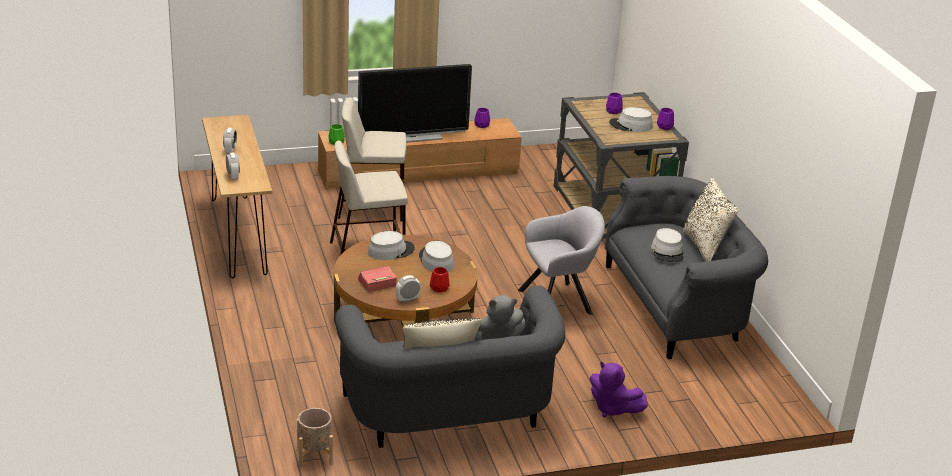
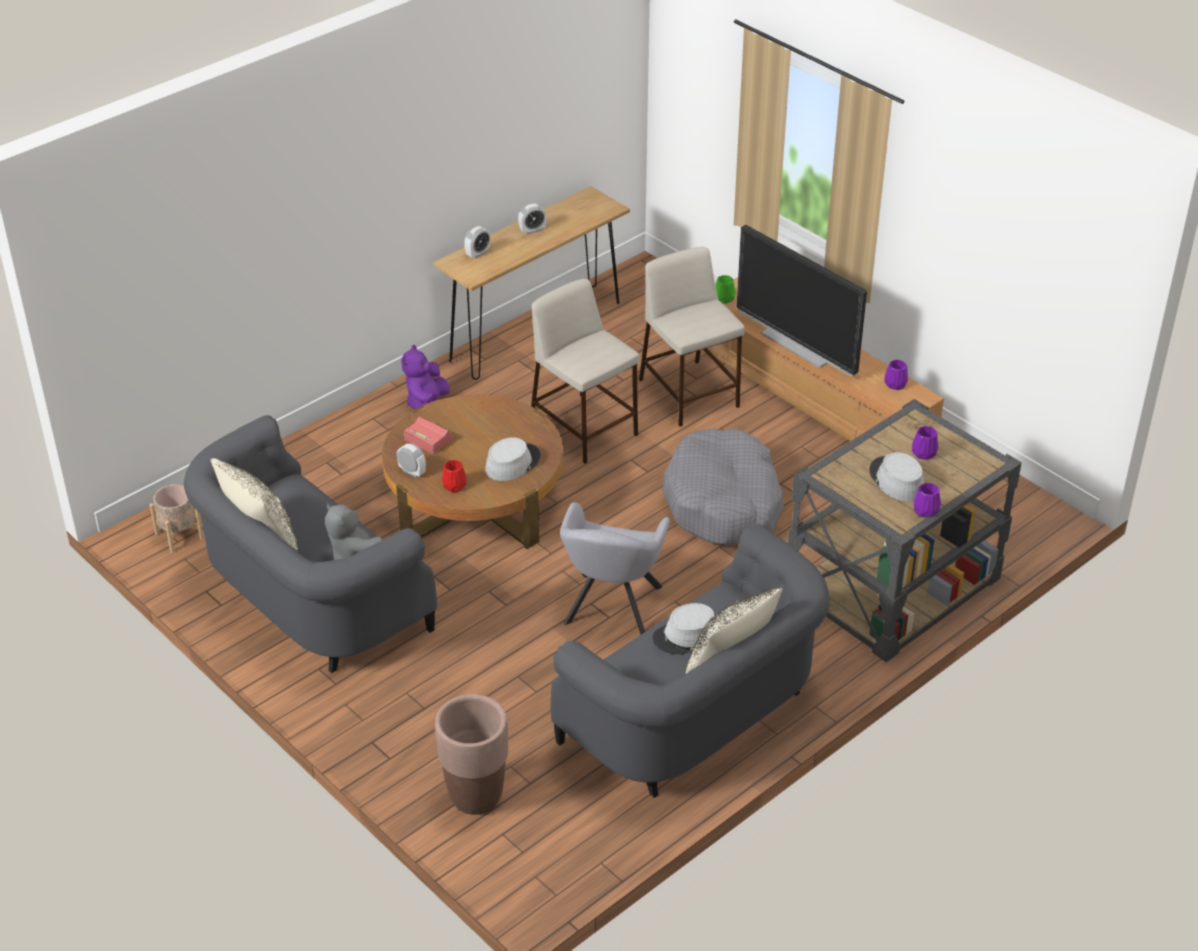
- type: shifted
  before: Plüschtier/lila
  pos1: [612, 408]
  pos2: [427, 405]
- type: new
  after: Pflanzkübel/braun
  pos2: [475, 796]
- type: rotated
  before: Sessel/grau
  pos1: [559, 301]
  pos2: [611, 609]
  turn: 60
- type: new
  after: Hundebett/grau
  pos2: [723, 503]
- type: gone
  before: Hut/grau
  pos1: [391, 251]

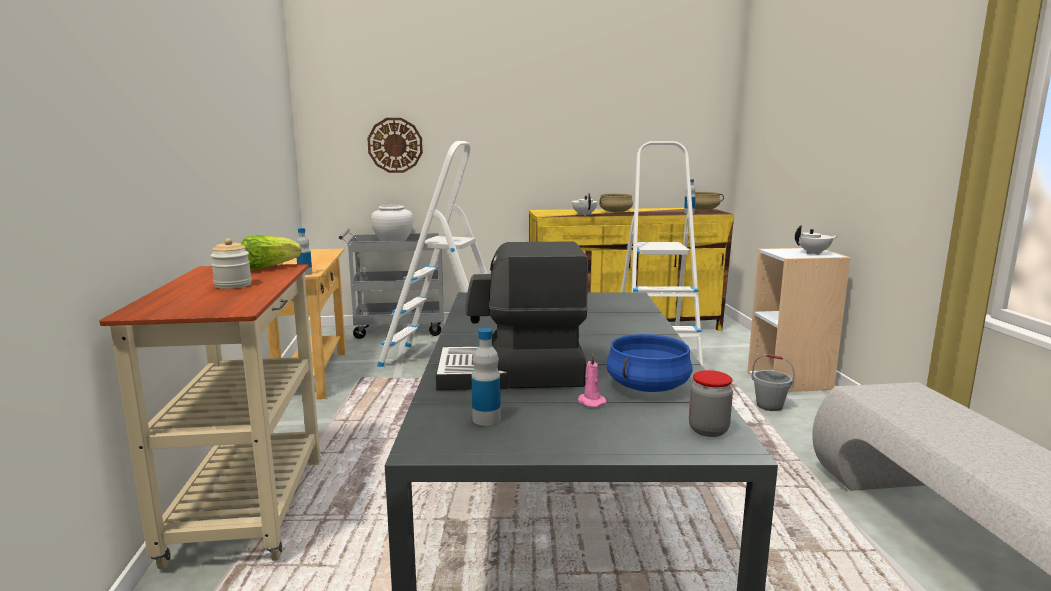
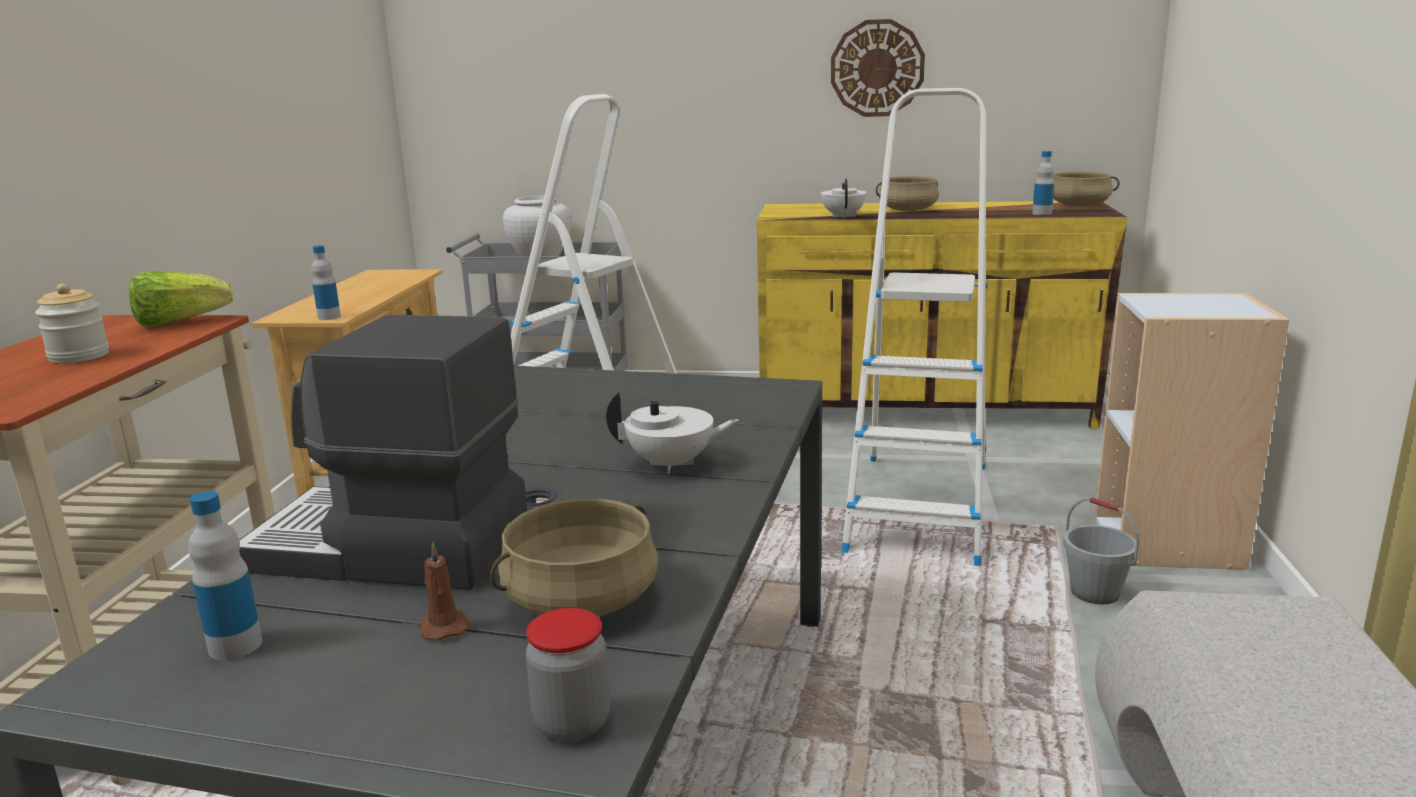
- type: repainted
  before: Kerze/rosa
  after: Kerze/braun
  pos1: [590, 402]
  pos2: [443, 627]
- type: repainted
  before: Kochtopf/blau
  after: Kochtopf/beige
  pos1: [647, 386]
  pos2: [581, 600]
- type: shifted
  before: Teekanne/weiß
  pos1: [814, 253]
  pos2: [672, 465]
- type: shifted
  before: Wanduhr
  pos1: [395, 145]
  pos2: [877, 68]

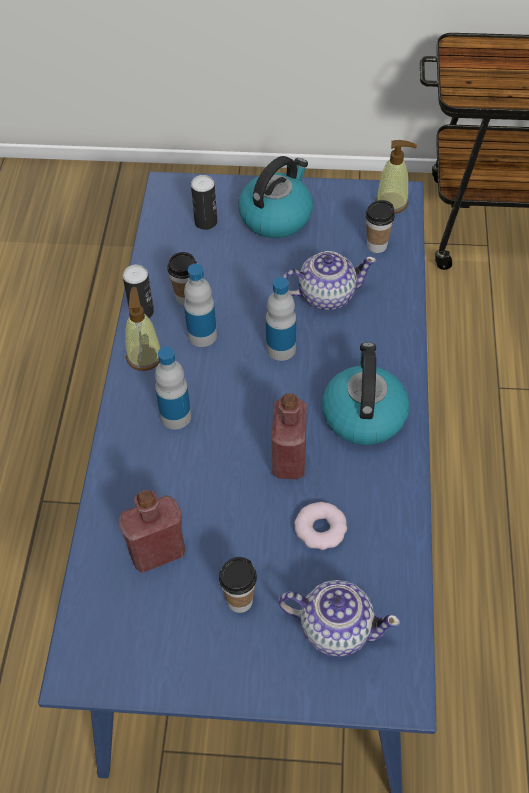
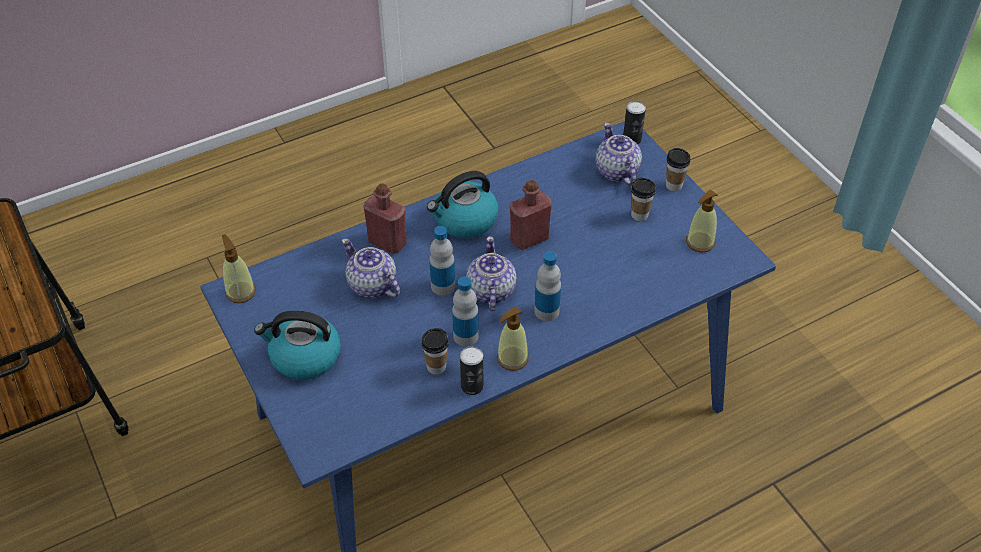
- type: shifted
  before: Flasche/rot
  pos1: [157, 552]
  pos2: [387, 242]
- type: new
  after: Teekanne
  pos2: [490, 291]
- type: shifted
  before: Dose
  pos1: [206, 222]
  pos2: [632, 139]
- type: shifted
  before: Tasse
  pos1: [377, 246]
  pos2: [674, 185]
- type: new
  after: Seifenspender
  pos2: [700, 242]
- type: gone
  before: Donut
  pos1: [321, 529]

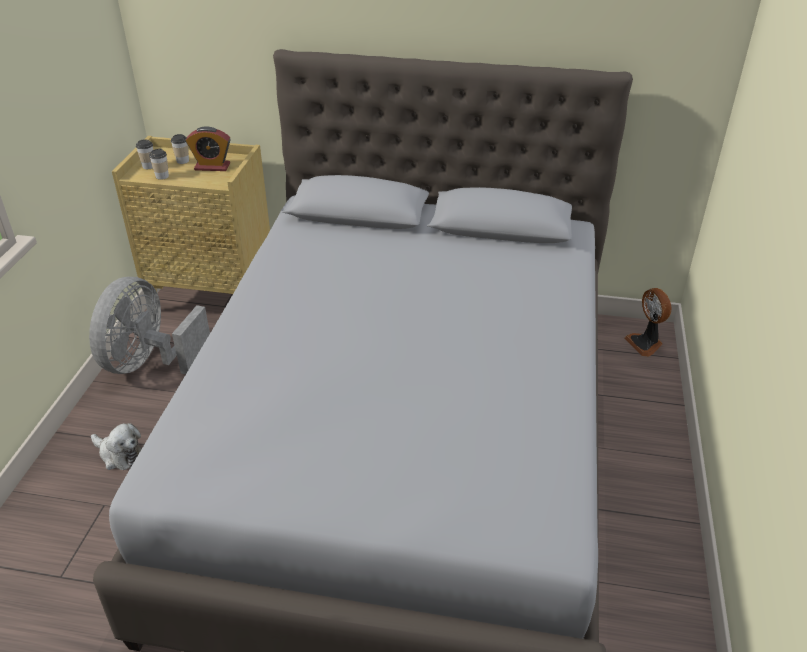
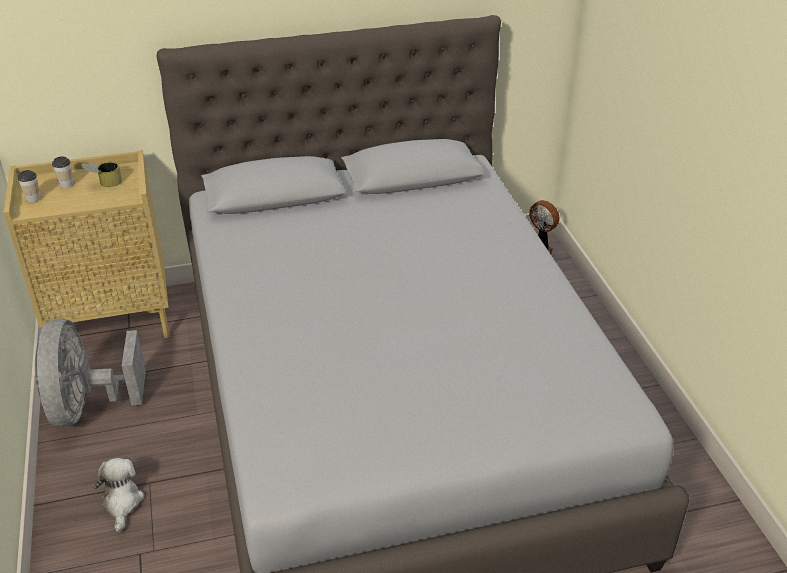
- type: swapped
  before: Wecker
  after: Dose
  pos1: [212, 167]
  pos2: [104, 183]
- type: rotated
  before: Plüschtier
  pos1: [120, 455]
  pos2: [121, 502]
  turn: -105
- type: gone
  before: Tasse
  pos1: [162, 176]

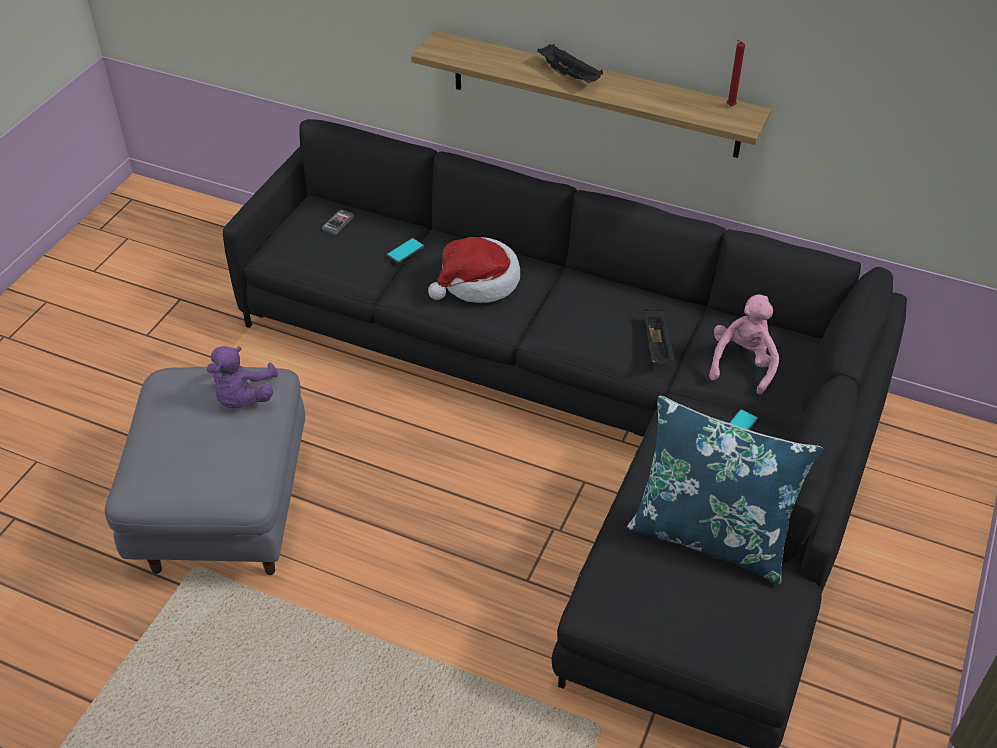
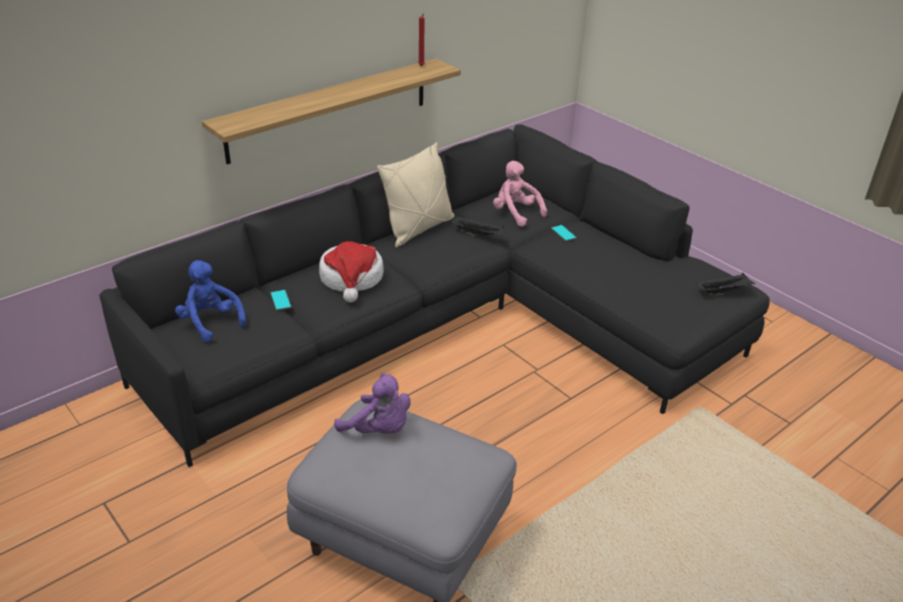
- type: swapped
  before: Handy
  after: Plüschtier/blau
  pos1: [338, 223]
  pos2: [210, 322]
- type: new
  after: Kissen/beige
  pos2: [418, 229]
- type: shifted
  before: Tablett/schwarz
  pos1: [570, 75]
  pos2: [723, 291]
- type: gone
  before: Kissen/blau
  pos1: [710, 536]

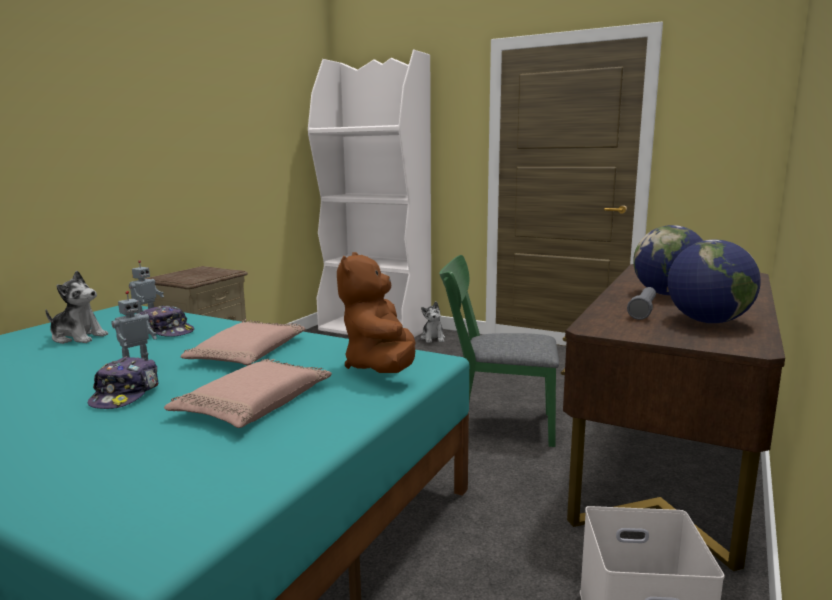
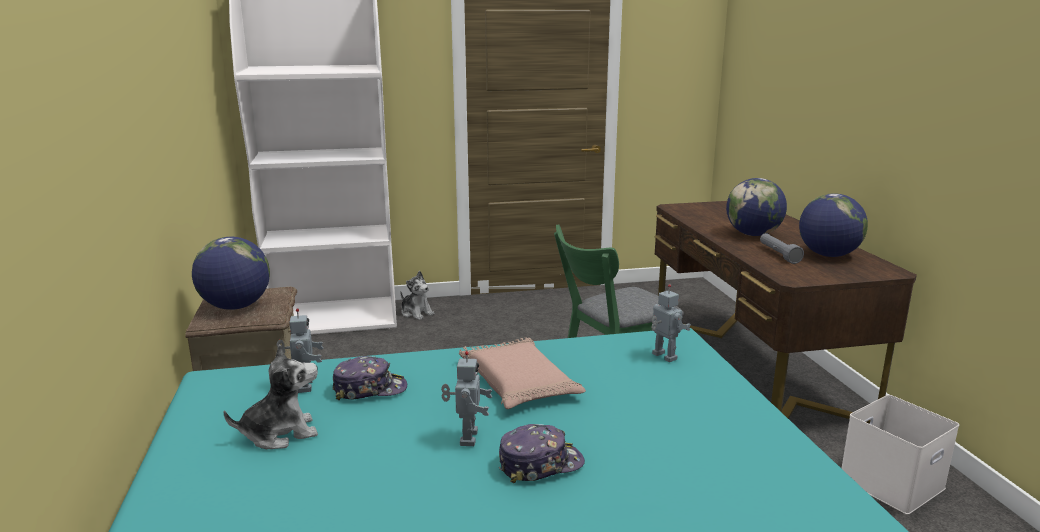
- type: new
  after: Globus
  pos2: [236, 307]
- type: rotated
  before: Kappe
  pos1: [126, 394]
  pos2: [540, 464]
  turn: -75
- type: swapped
  before: Plüschtier/braun
  after: Spielzeugroboter
  pos1: [381, 367]
  pos2: [663, 357]
- type: gone
  before: Kissen/beige
  pos1: [255, 401]

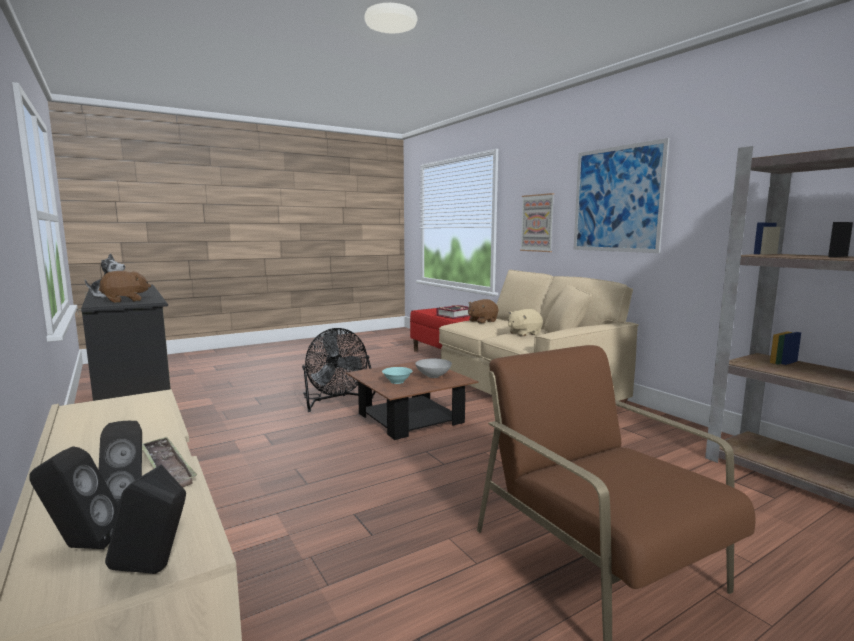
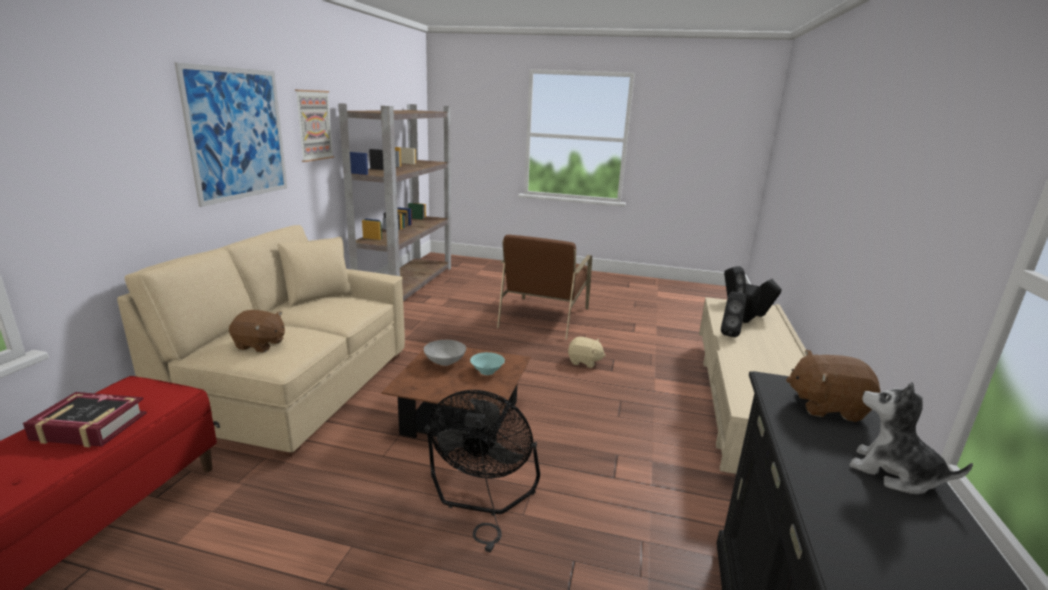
- type: shifted
  before: Bild
  pos1: [537, 223]
  pos2: [314, 125]
- type: shifted
  before: Plüschtier/beige
  pos1: [524, 333]
  pos2: [584, 362]
- type: swapped
  before: Tablett
  after: Lautsprecher/schwarz
  pos1: [167, 468]
  pos2: [730, 333]

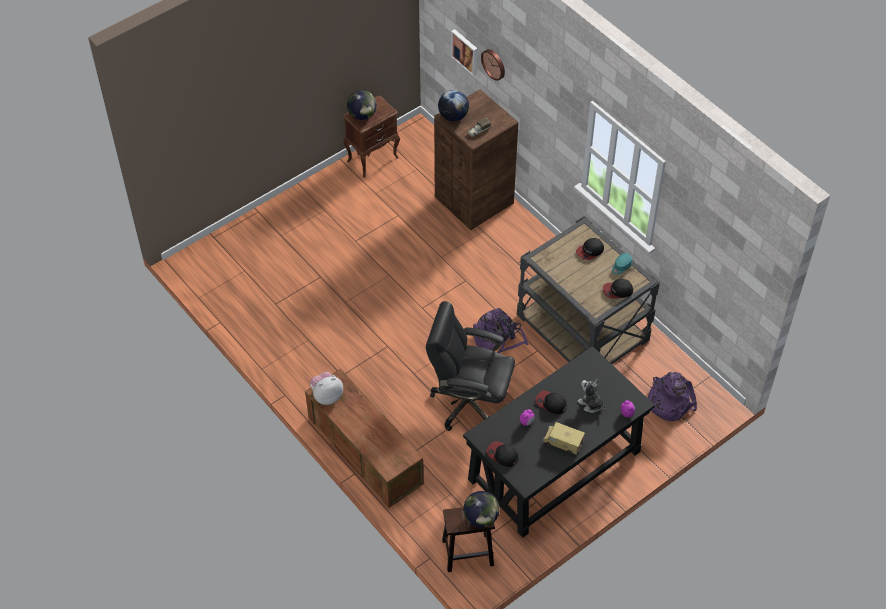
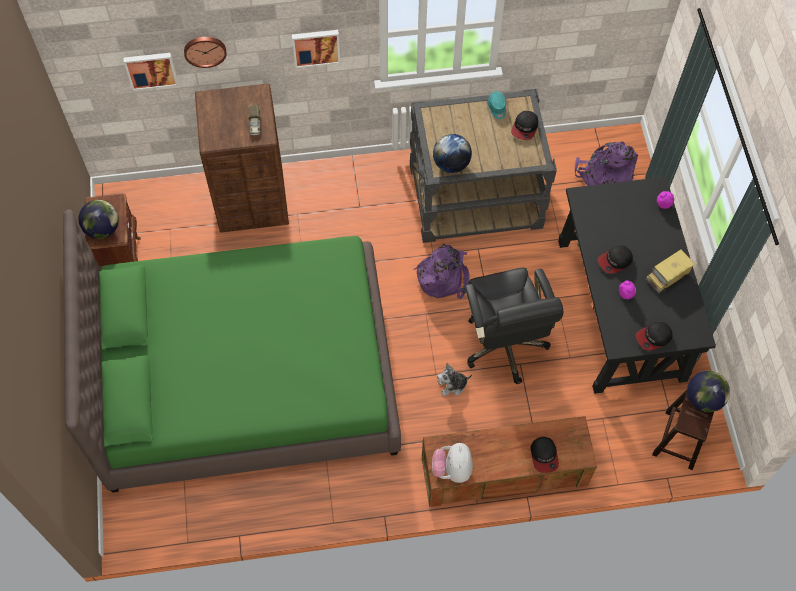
- type: new
  after: Bett/grün
  pos2: [246, 376]
- type: new
  after: Bild
  pos2: [316, 47]
- type: shifted
  before: Globus
  pos1: [453, 116]
  pos2: [451, 164]
- type: shifted
  before: Plüschtier
  pos1: [591, 404]
  pos2: [452, 385]
- type: rotated
  before: Bürostuhl/schwarz
  pos1: [469, 403]
  pos2: [504, 343]
  turn: -60
- type: shifted
  before: Kappe
  pos1: [590, 251]
  pos2: [544, 456]

